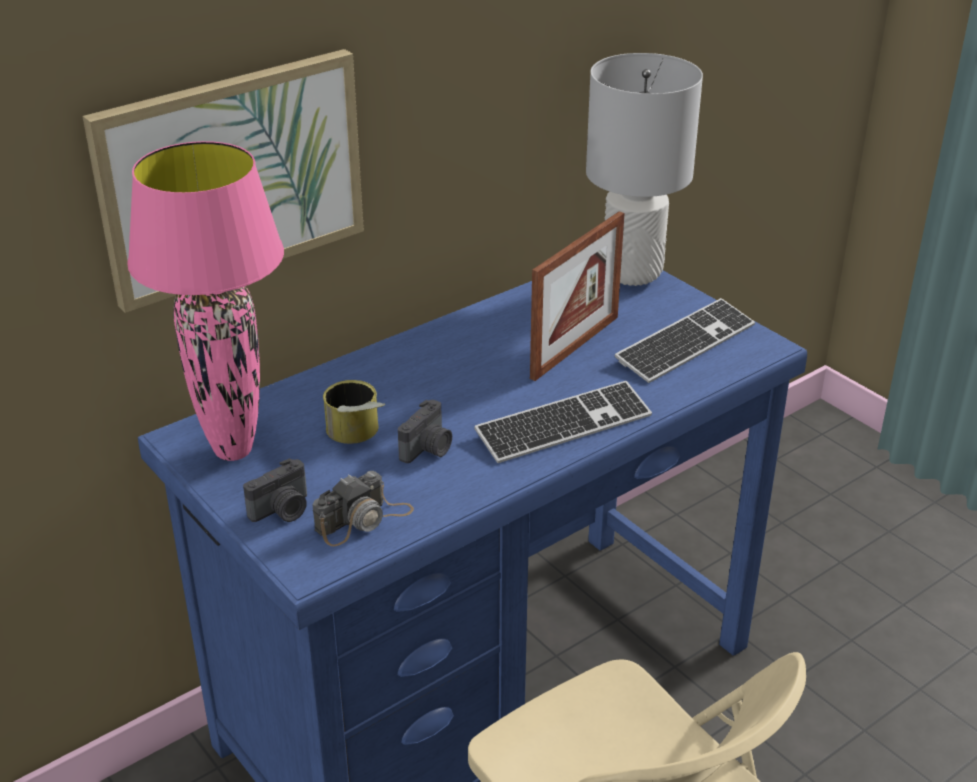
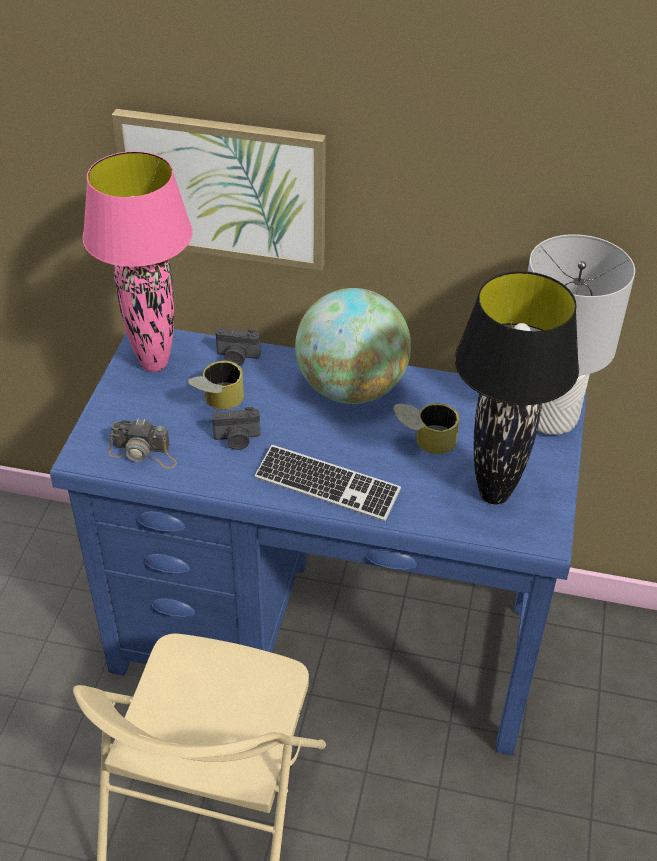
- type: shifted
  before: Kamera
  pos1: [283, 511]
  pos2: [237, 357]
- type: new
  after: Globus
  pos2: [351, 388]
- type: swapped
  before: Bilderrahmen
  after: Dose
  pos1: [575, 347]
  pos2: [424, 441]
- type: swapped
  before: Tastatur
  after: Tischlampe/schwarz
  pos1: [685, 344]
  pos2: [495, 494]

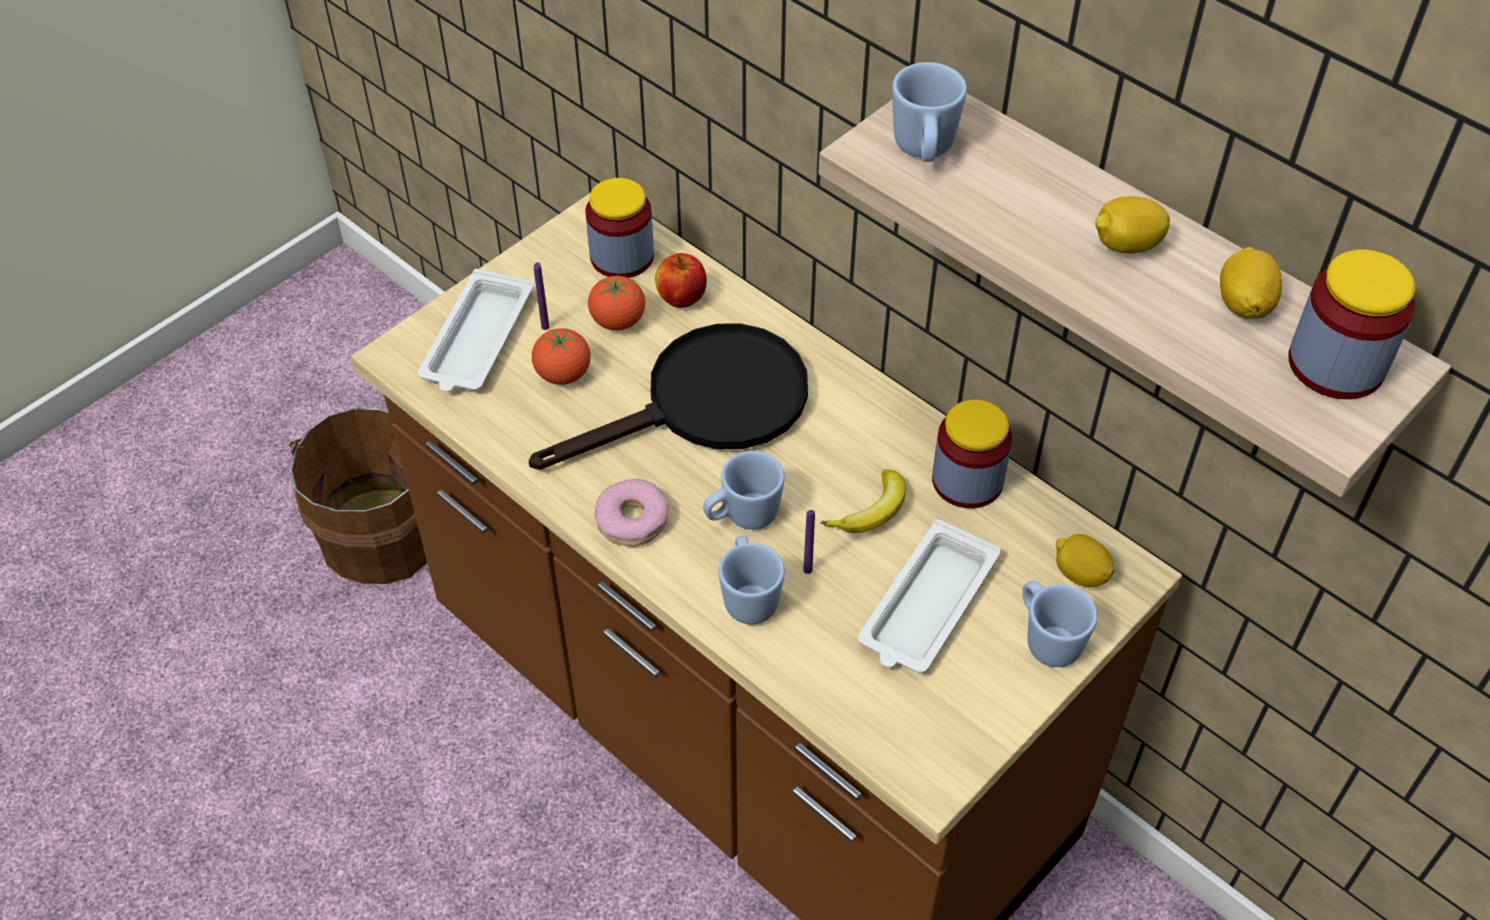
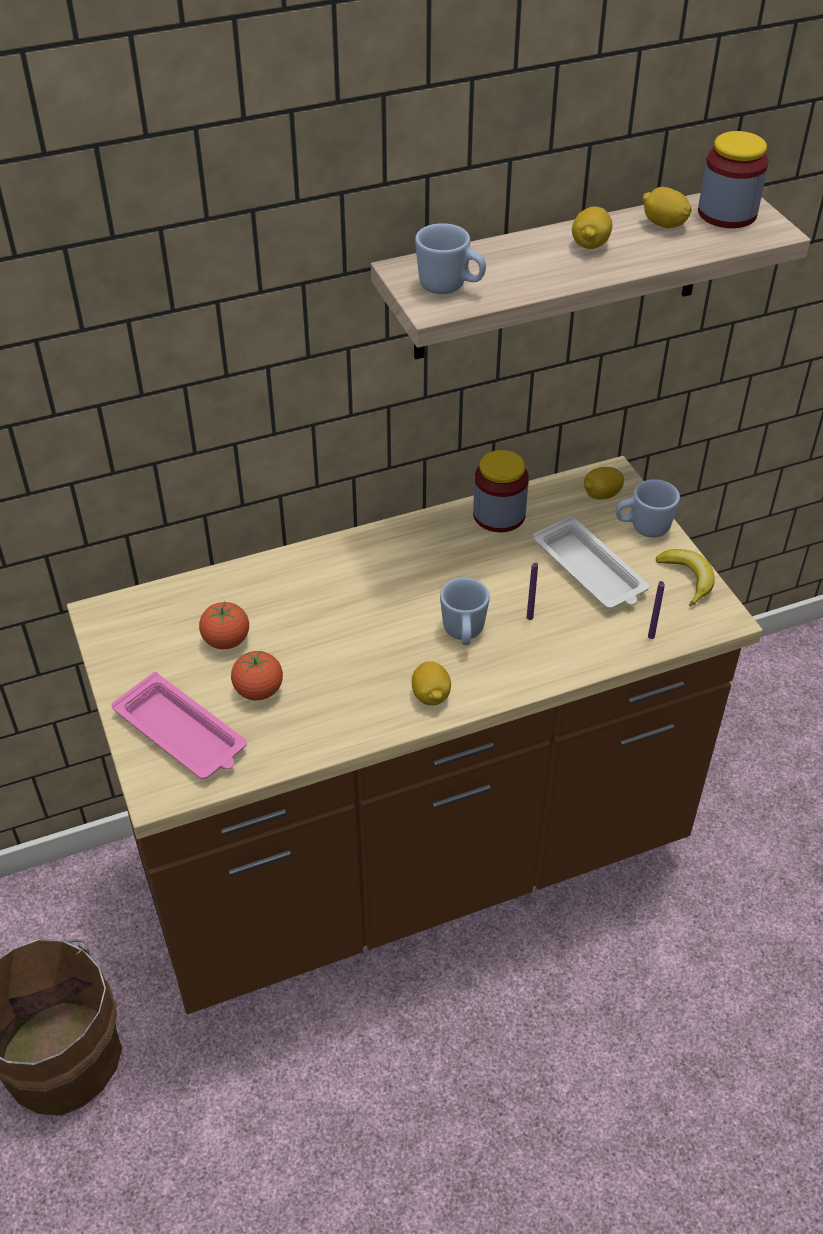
- type: repainted
  before: Tablett/weiß
  after: Tablett/rosa
  pos1: [477, 340]
  pos2: [182, 734]
- type: swapped
  before: Donut
  after: Zitrone
  pos1: [632, 520]
  pos2: [430, 696]
- type: shifted
  before: Kerze/lila
  pos1: [545, 327]
  pos2: [651, 636]
- type: shifted
  before: Banane
  pos1: [872, 511]
  pos2: [687, 579]
- type: gone
  before: Pfanne/schwarz
  pos1: [707, 405]
- type: gone
  before: Vorratsglas
  pos1: [622, 256]
- type: gone
  before: Apfel
  pos1: [681, 298]
- type: gone
  before: Henkelbecher/blau
  pos1: [749, 596]

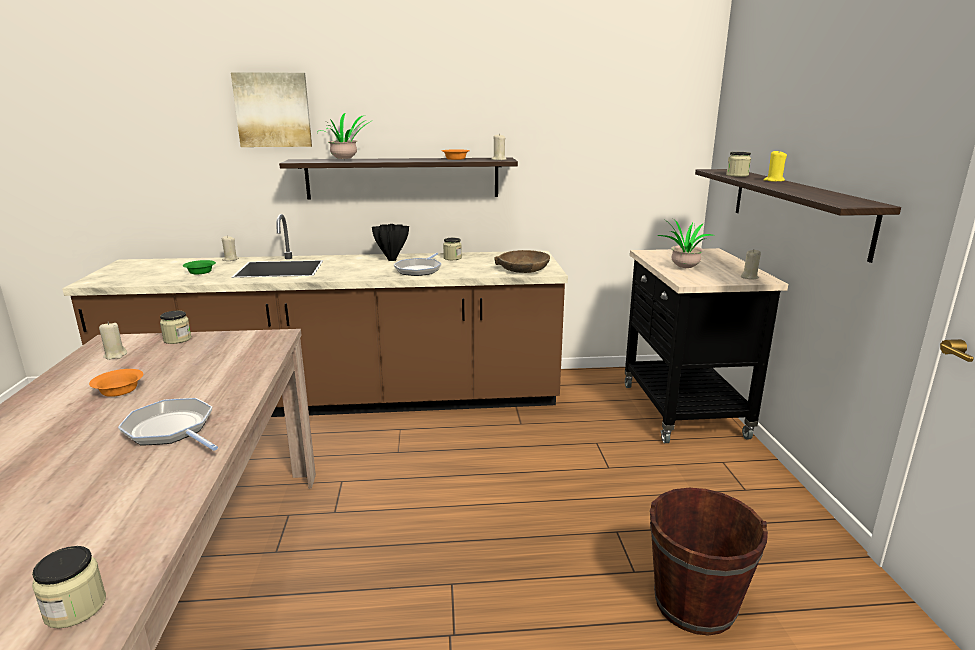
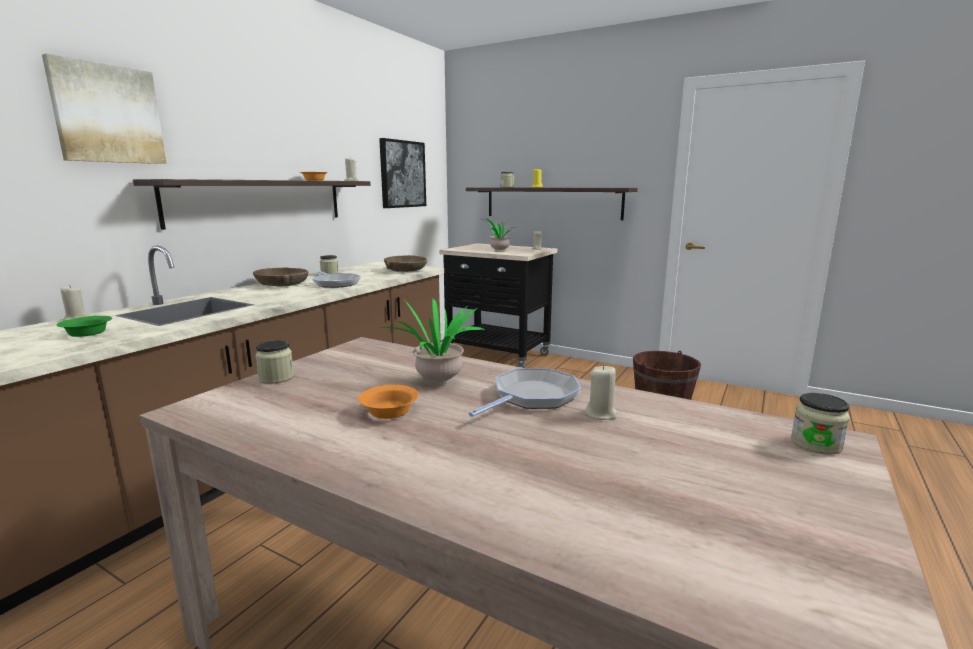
- type: swapped
  before: Vase/schwarz
  after: Schüssel/braun
  pos1: [392, 259]
  pos2: [282, 284]
- type: shifted
  before: Topfpflanze
  pos1: [345, 160]
  pos2: [437, 380]
- type: new
  after: Bild
  pos2: [402, 174]
- type: rotated
  before: Pfanne
  pos1: [172, 430]
  pos2: [532, 397]
  turn: 150
- type: shifted
  before: Kerze/beige
  pos1: [115, 355]
  pos2: [601, 414]

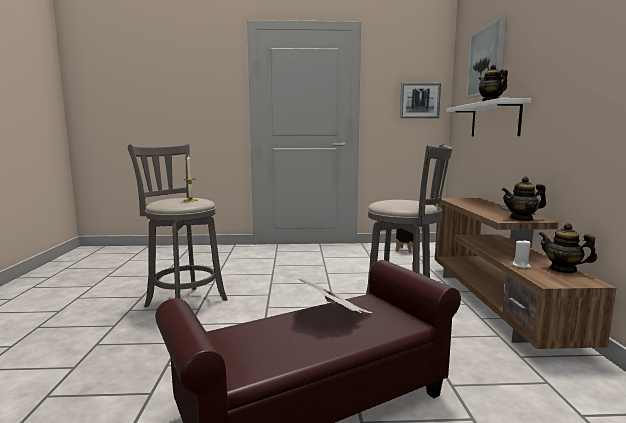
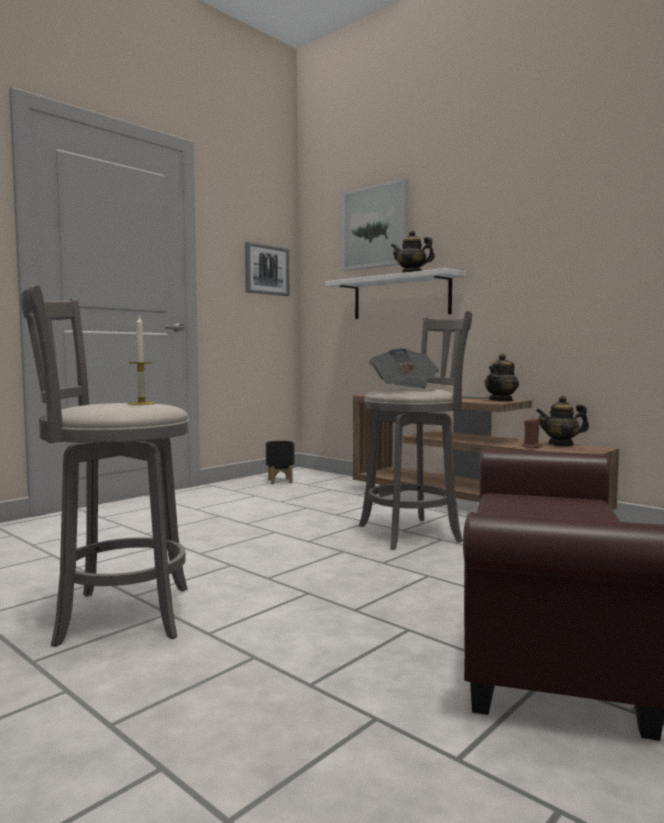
- type: shifted
  before: Zeitung
  pos1: [333, 315]
  pos2: [405, 389]
- type: repainted
  before: Kerze/weiß
  after: Kerze/braun
  pos1: [521, 265]
  pos2: [531, 447]

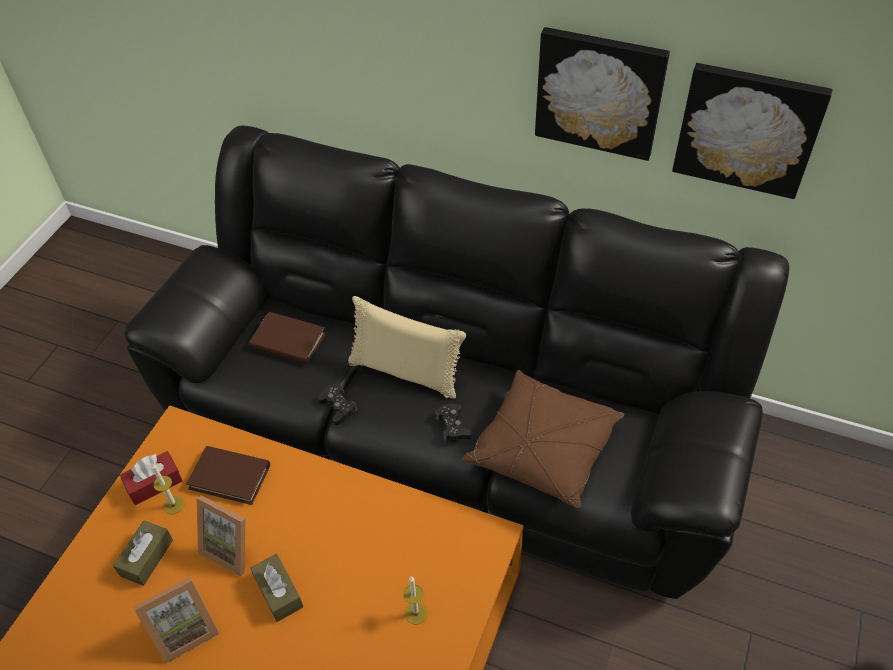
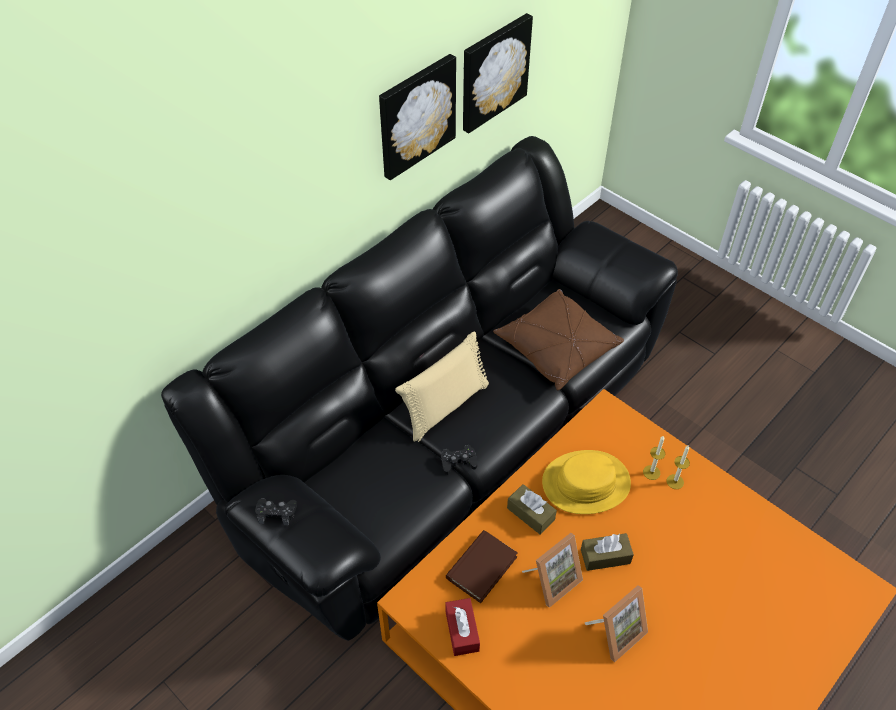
- type: shifted
  before: Gamepad/schwarz
  pos1: [453, 426]
  pos2: [276, 513]
- type: shifted
  before: Taschentuchbox/braun
  pos1: [146, 557]
  pos2: [530, 514]
- type: new
  after: Hut/gelb
  pos2: [586, 483]
- type: rotated
  before: Bilderrahmen
  pos1: [184, 629]
  pos2: [616, 632]
  turn: 60
- type: shifted
  before: Kerze
  pos1: [173, 505]
  pos2: [675, 481]
- type: gone
  before: Buch/braun
  pos1: [288, 341]

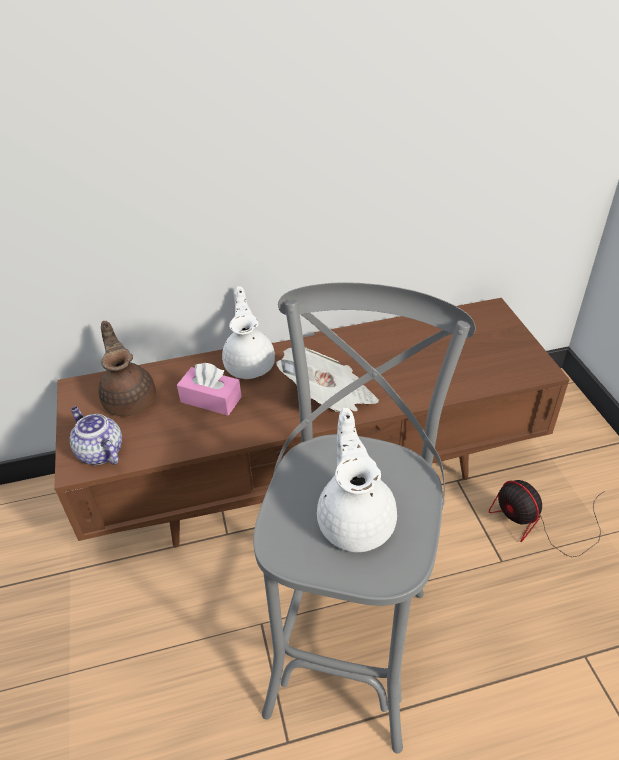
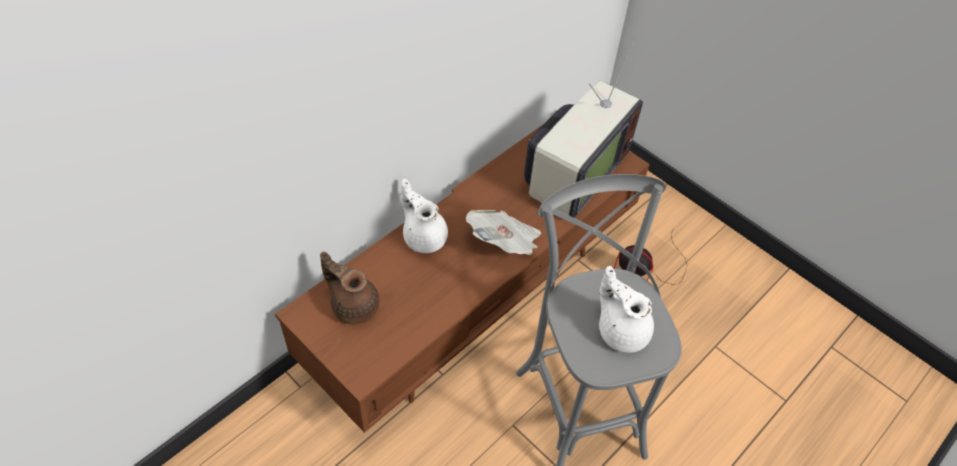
- type: new
  after: Fernseher
  pos2: [572, 176]
- type: gone
  before: Teekanne
  pos1: [99, 452]
- type: gone
  before: Taschentuchbox/rosa
  pos1: [211, 399]

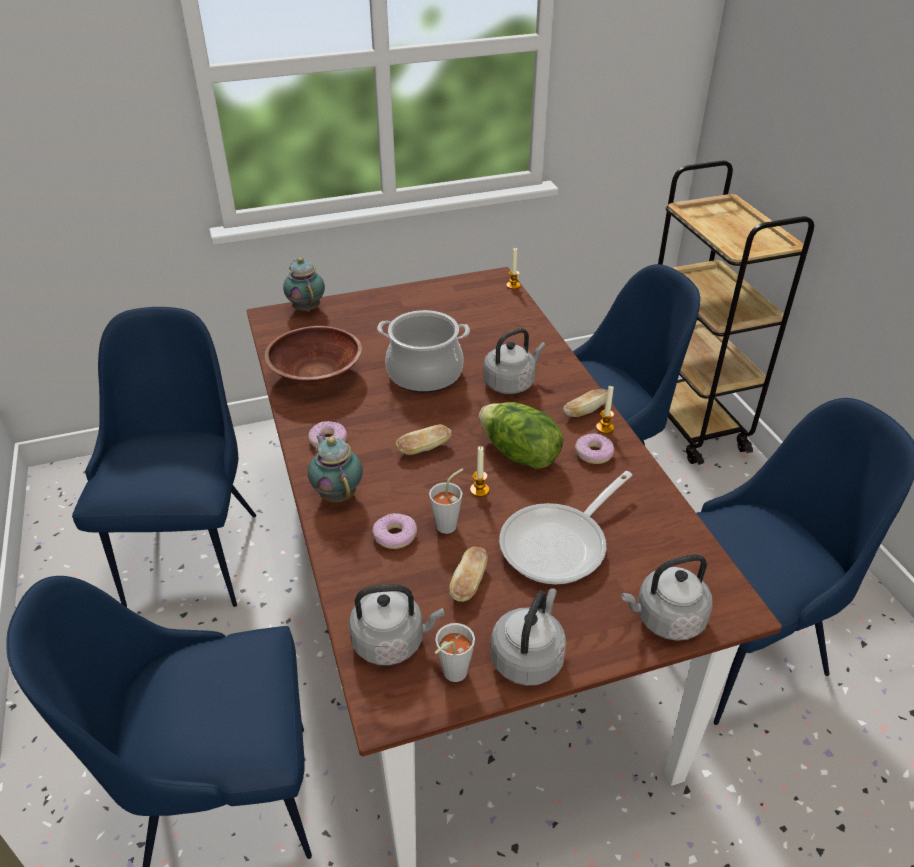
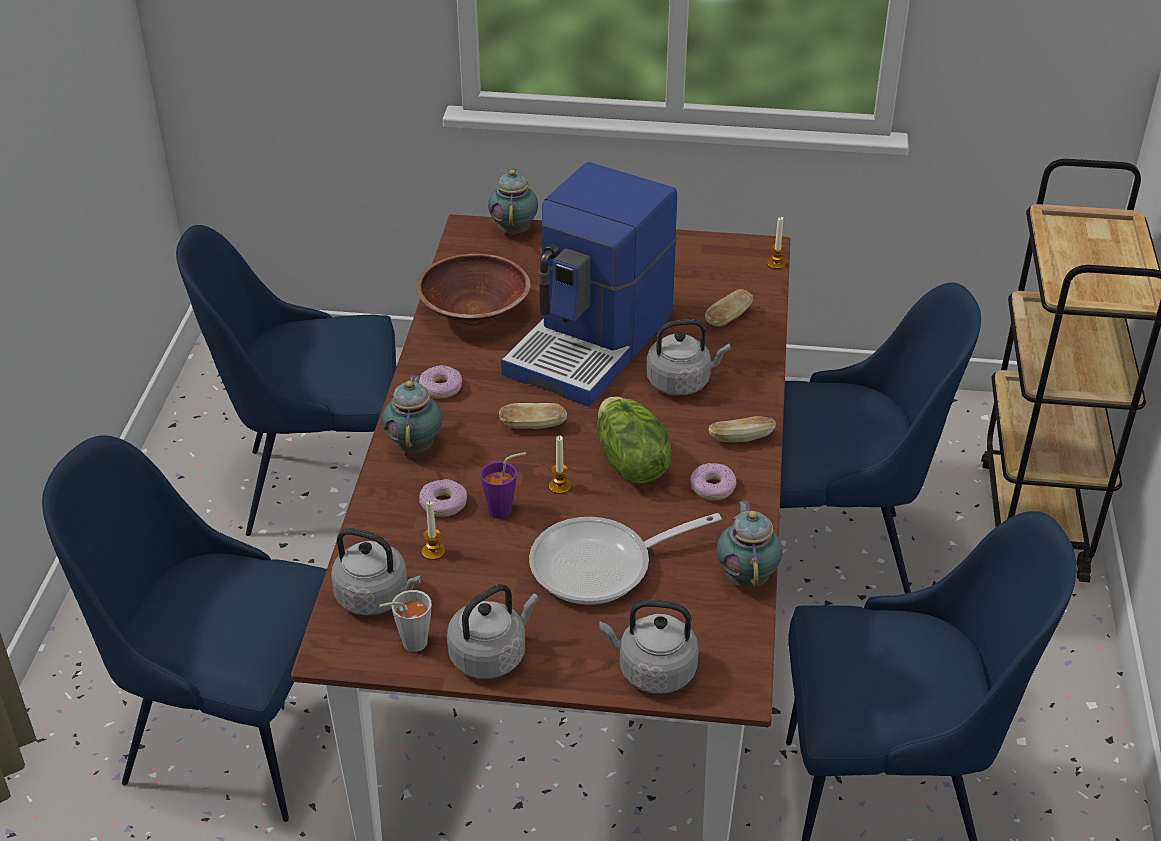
- type: rotated
  before: Stuhl/blau
  pos1: [193, 558]
  pos2: [321, 488]
  turn: -120
- type: shifted
  before: Kerze
  pos1: [605, 428]
  pos2: [433, 552]
- type: repainted
  before: Tasse/grau
  after: Tasse/lila
  pos1: [450, 523]
  pos2: [505, 509]
- type: swapped
  before: Kochtopf
  after: Kaffeemaschine
  pos1: [425, 373]
  pos2: [592, 344]
- type: shifted
  before: Brot
  pos1: [469, 583]
  pos2: [728, 318]
- type: new
  after: Teekanne
  pos2: [747, 576]

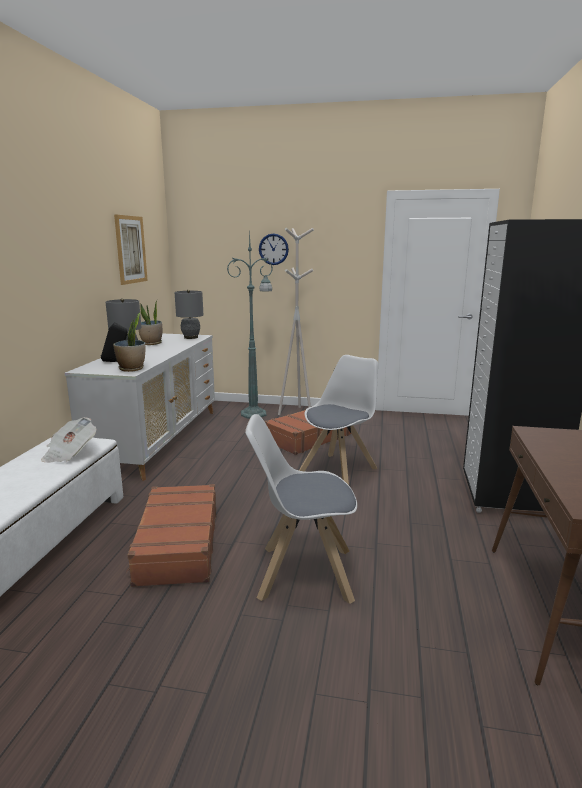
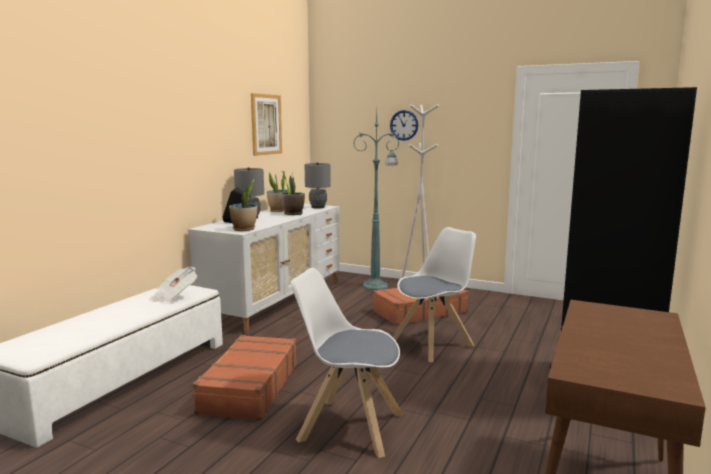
- type: new
  after: Topfpflanze
  pos2: [293, 214]

